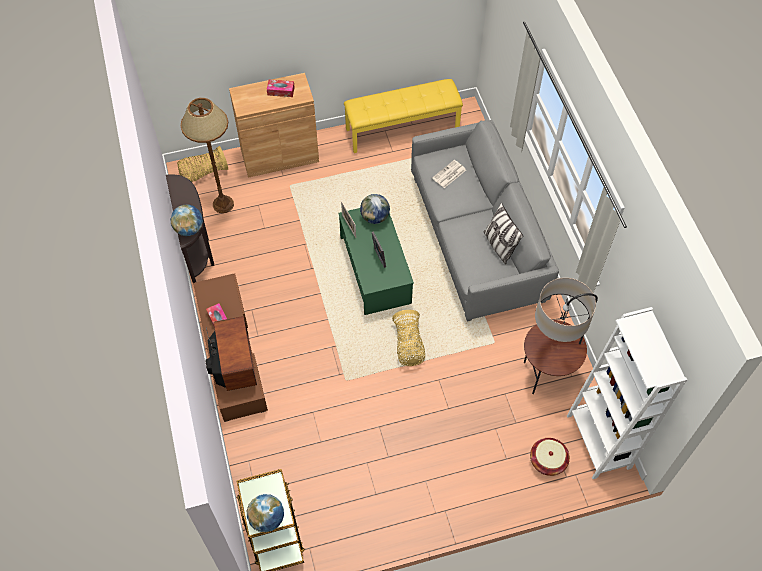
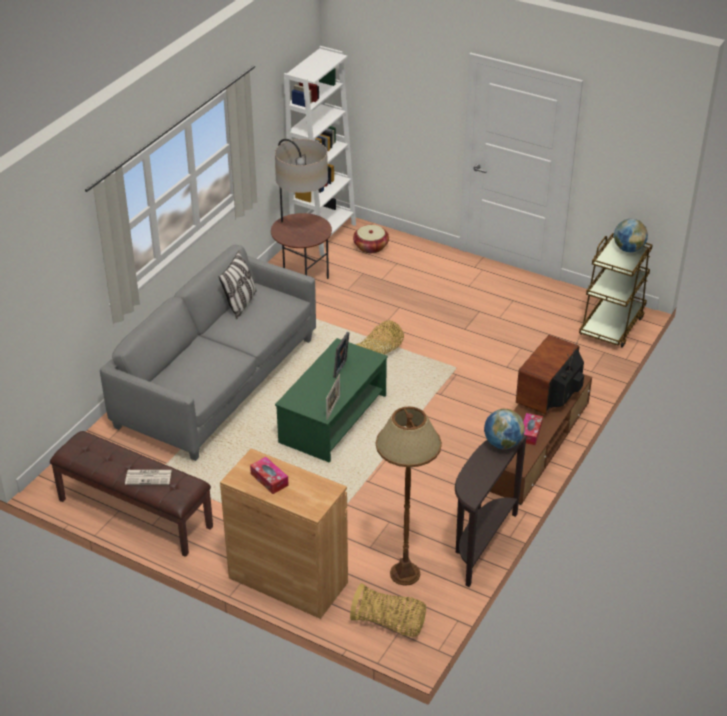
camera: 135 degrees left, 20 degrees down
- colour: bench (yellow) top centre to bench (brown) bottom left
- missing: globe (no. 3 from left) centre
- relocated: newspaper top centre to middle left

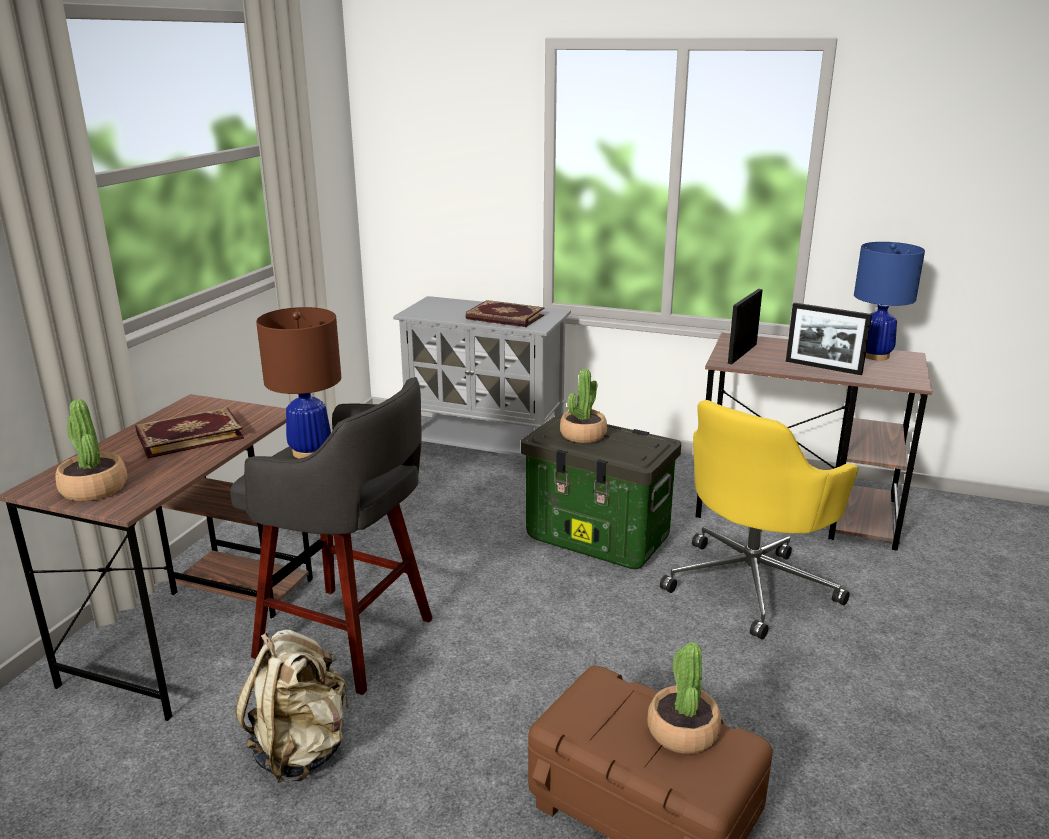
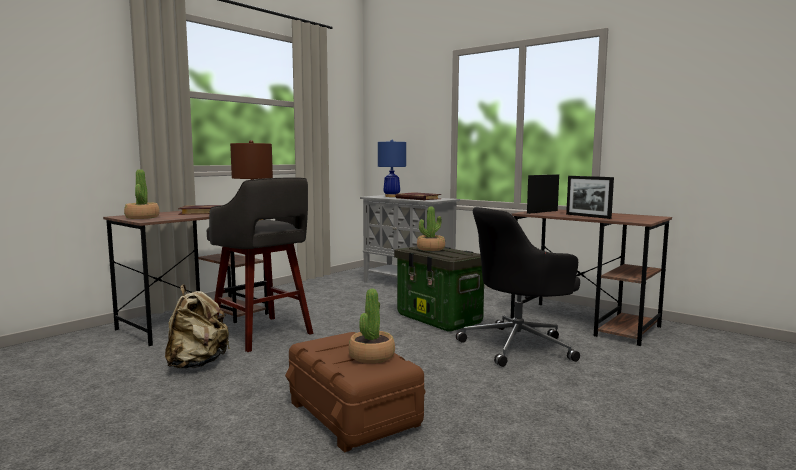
camera: 20 degrees right, 15 degrees down
- colour: office chair (yellow) middle right to office chair (black) centre
- relocated: table lamp (blue) middle right to centre

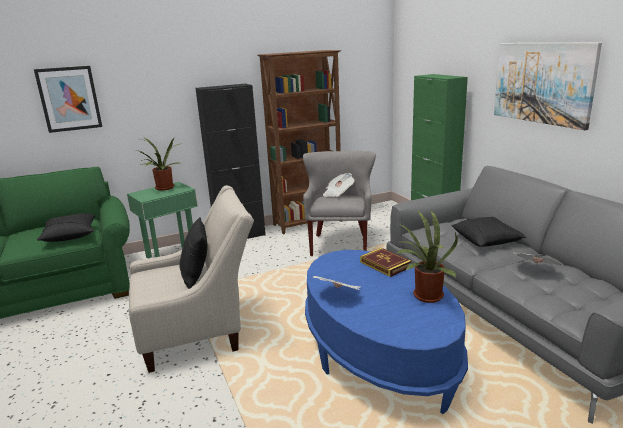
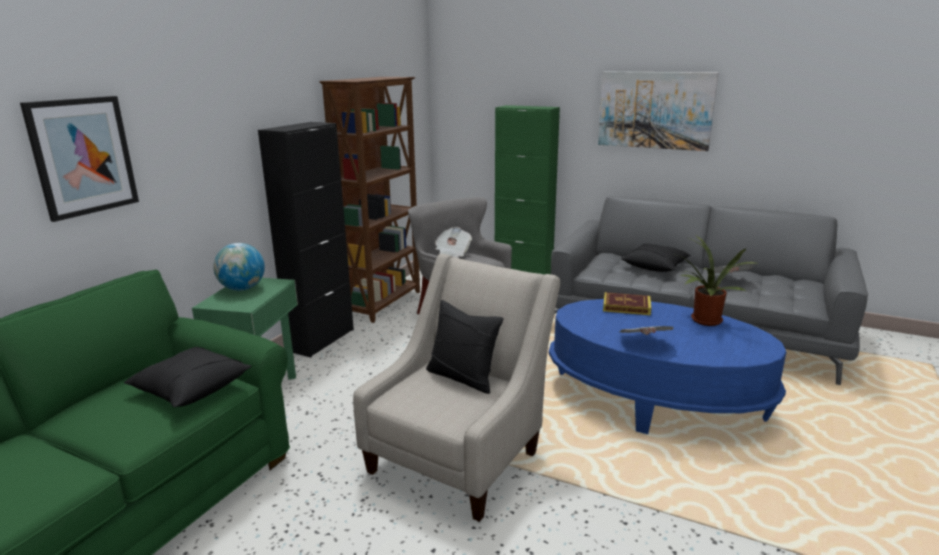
camera: 40 degrees left, 0 degrees up
- exchanged: potted plant (no. 1 from left) middle left to globe middle left

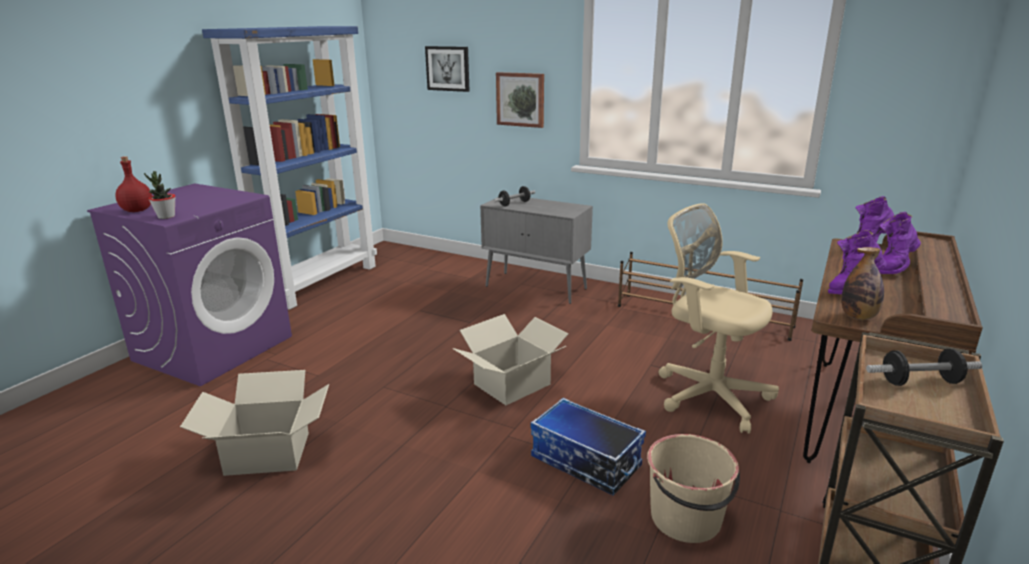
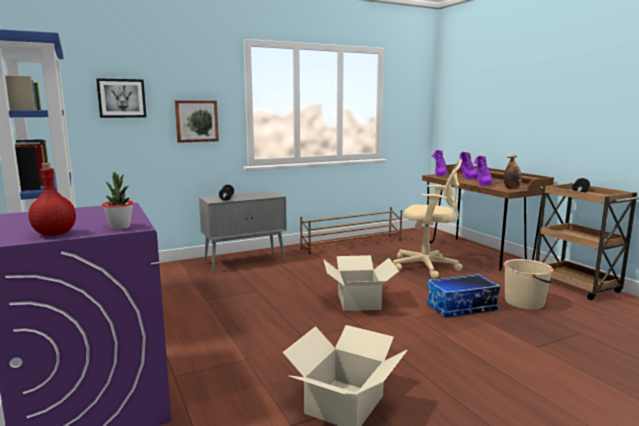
camera: 55 degrees left, 10 degrees down
- spun: office chair (beige) middle right = middle right 150 degrees counterclockwise

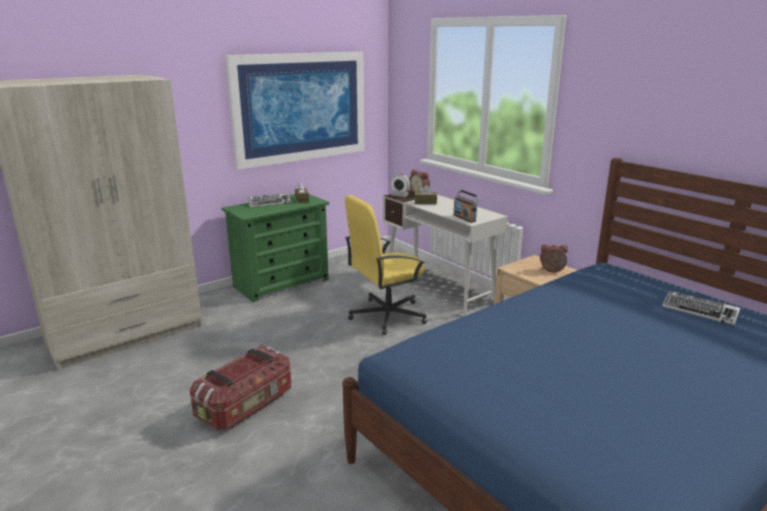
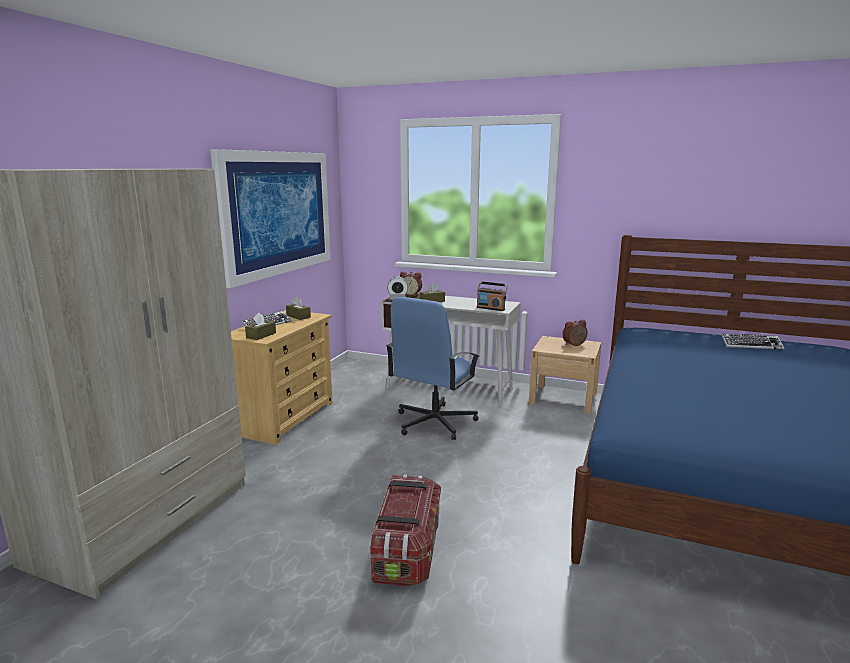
camera: 30 degrees left, 5 degrees down
- colour: dresser (green) centre to dresser (beige) middle left
- colour: office chair (yellow) centre to office chair (blue) centre
- appeared: tissue box (brown) (no. 1 from left) middle left

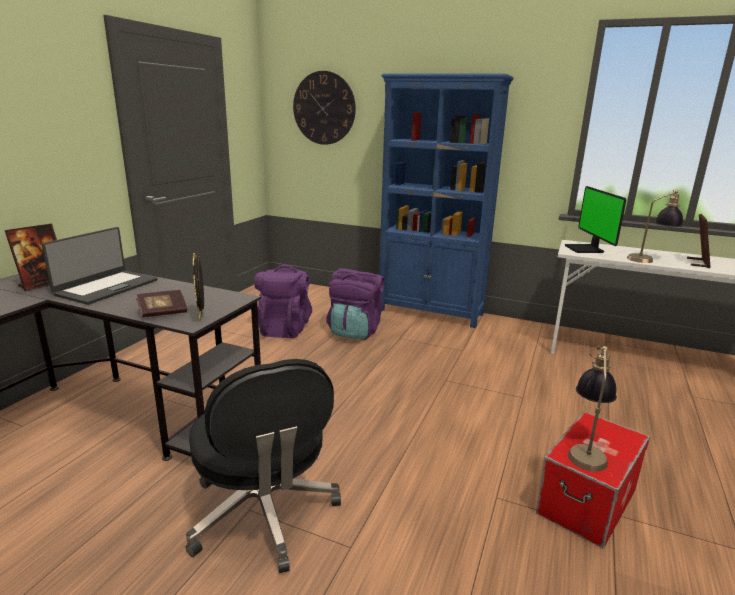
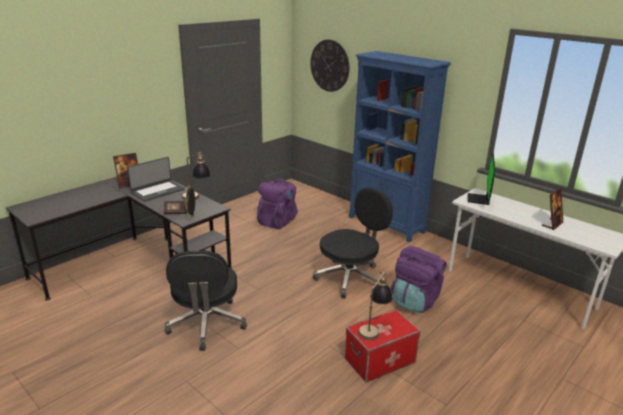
camera: 20 degrees right, 5 degrees up
- relocated: backpack (purple) (no. 2 from left) centre to bottom right
- relocated: table lamp (no. 2 from left in the first image) middle right to table lamp (no. 1 from left) middle left
- appeared: office chair (black) (no. 2 from left) centre

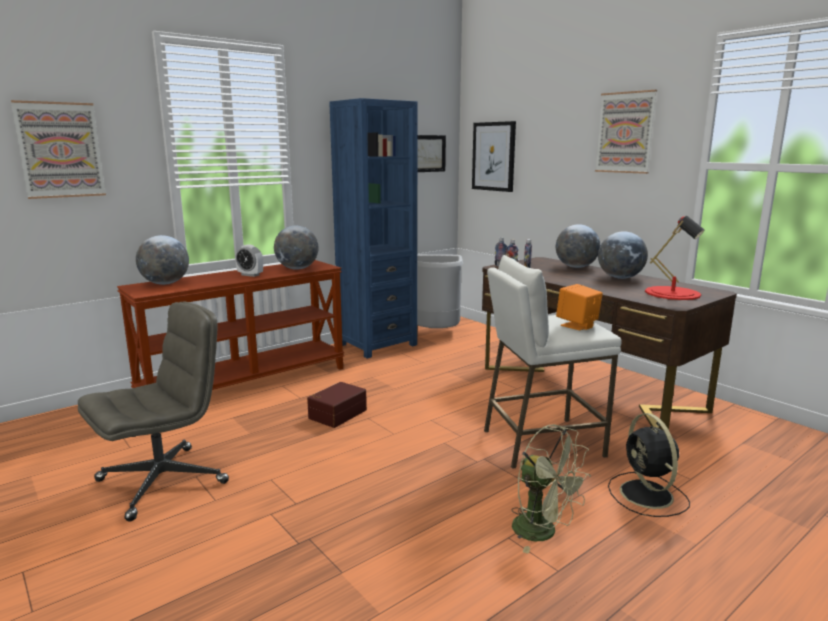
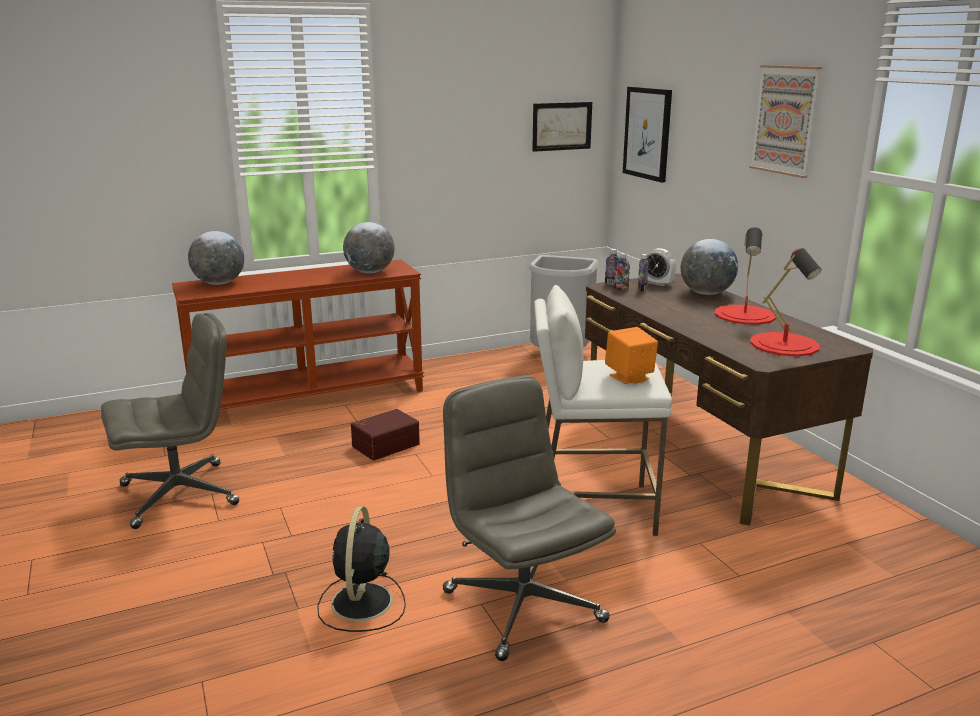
camera: 15 degrees right, 5 degrees up
- missing: picture (no. 1 from left) top left
- relocated: alarm clock middle left to middle right
- missing: bookcase (blue) centre
- exchanged: fan (green) bottom centre to office chair (grey) (no. 2 from left) bottom centre
- exchanged: globe (no. 4 from left) middle right to table lamp (red) (no. 1 from left) middle right
- relocated: fan (black) bottom right to bottom centre

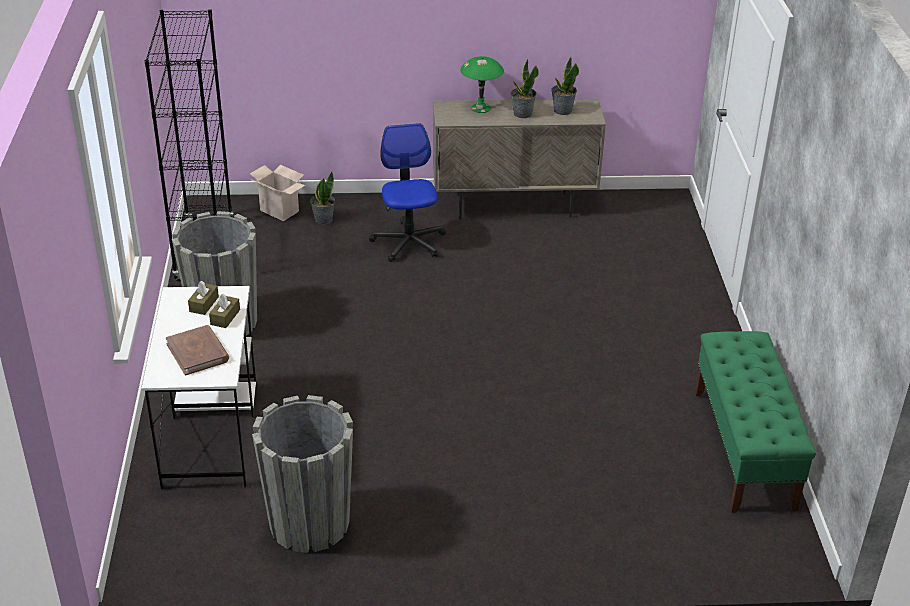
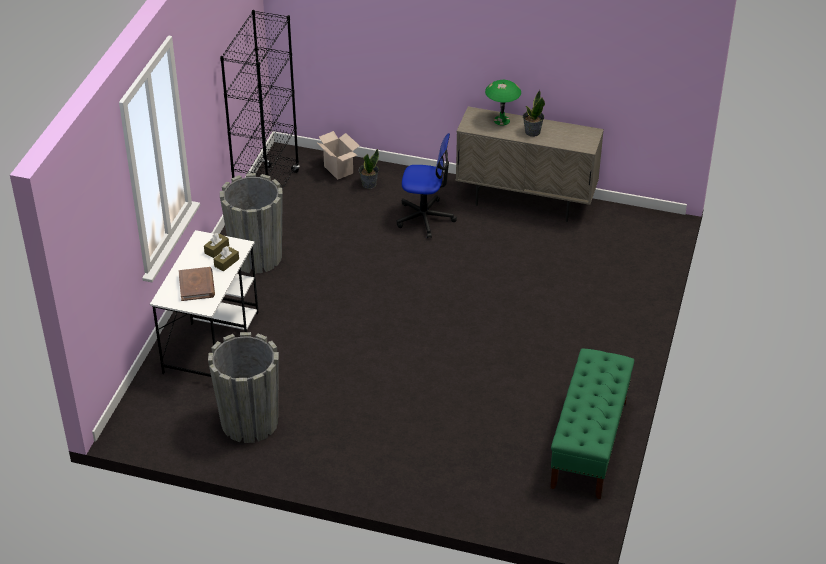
camera: 20 degrees right, 5 degrees up
- spun: office chair top centre = top centre 90 degrees clockwise
- missing: potted plant (no. 3 from left) top centre

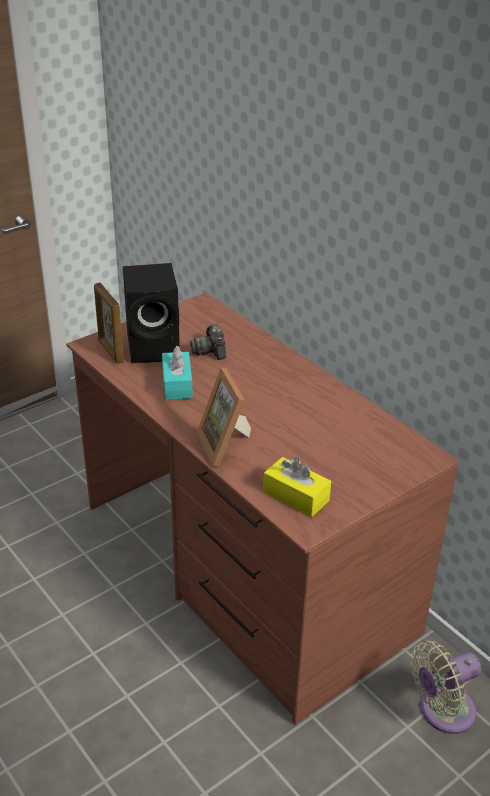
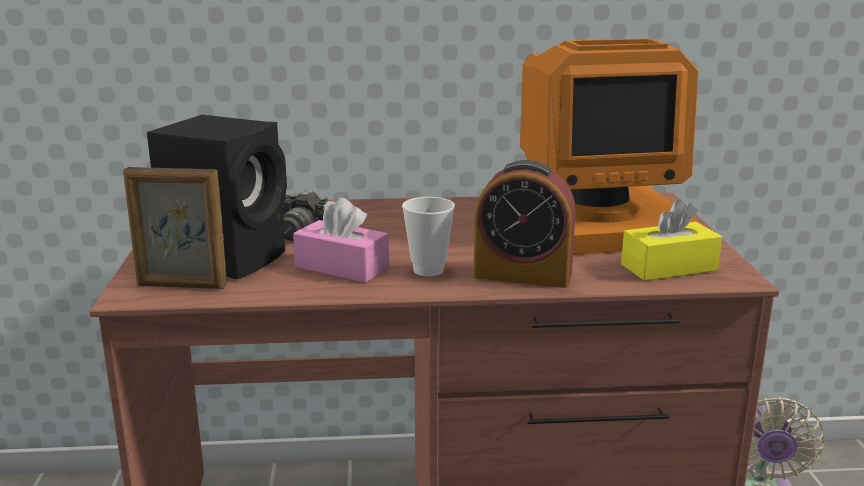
camera: 55 degrees left, 15 degrees down
- colour: tissue box (turquoise) centre to tissue box (pink) centre
- exchanged: picture frame (no. 2 from left) centre to alarm clock centre
- appeared: cup centre
- appeared: monitor top right

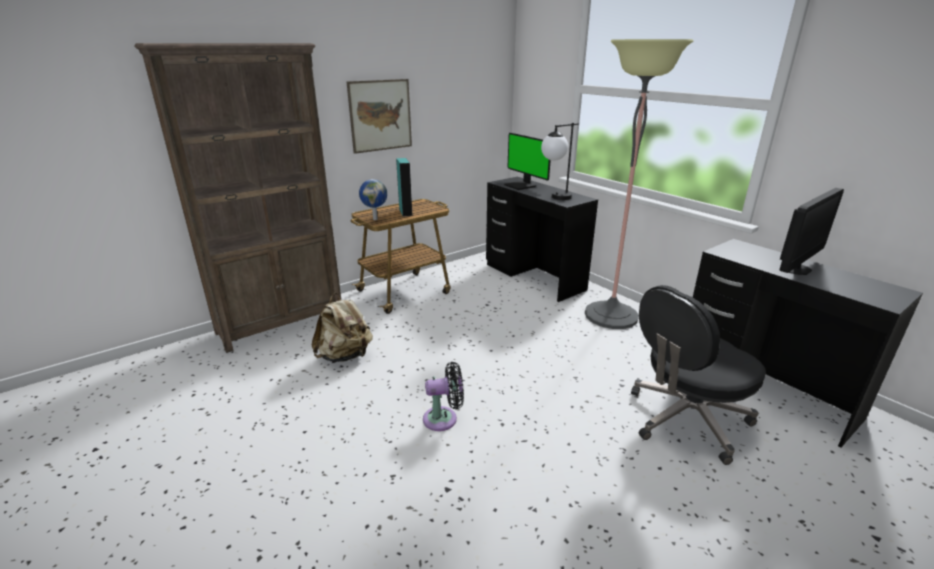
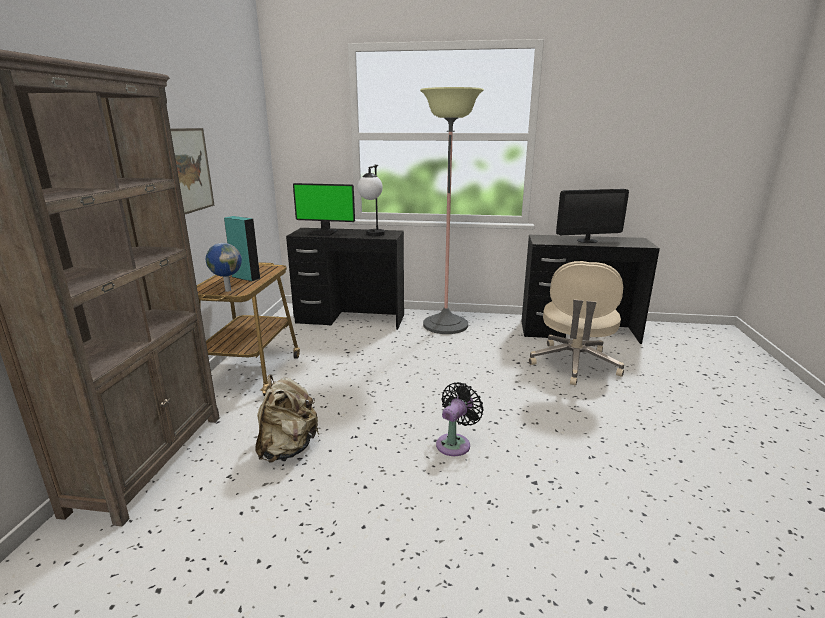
camera: 45 degrees left, 5 degrees down
- colour: office chair (black) middle right to office chair (beige) middle right
- spun: monitor (no. 2 from left) middle right = middle right 75 degrees clockwise

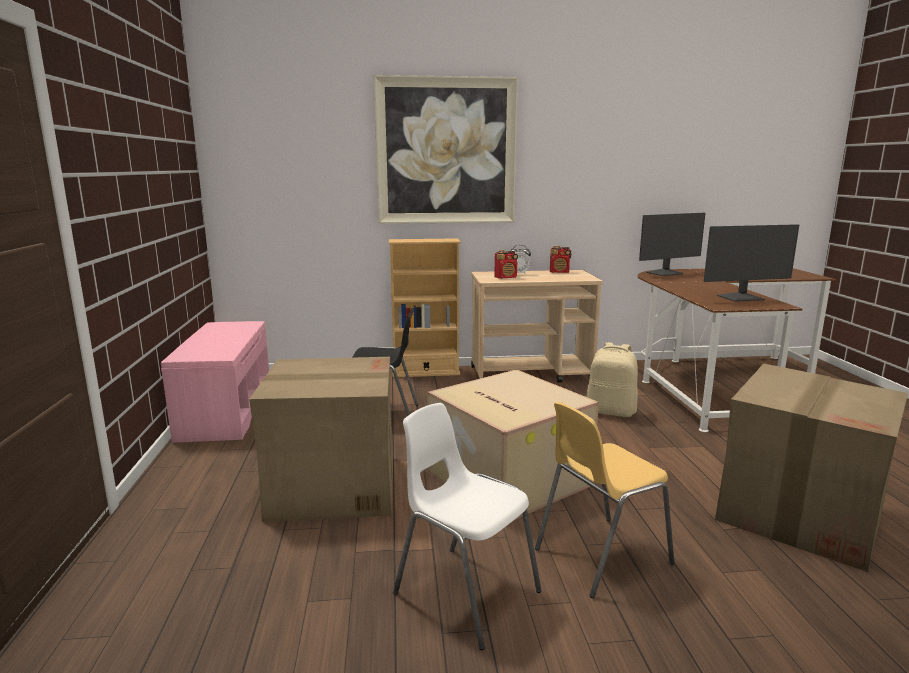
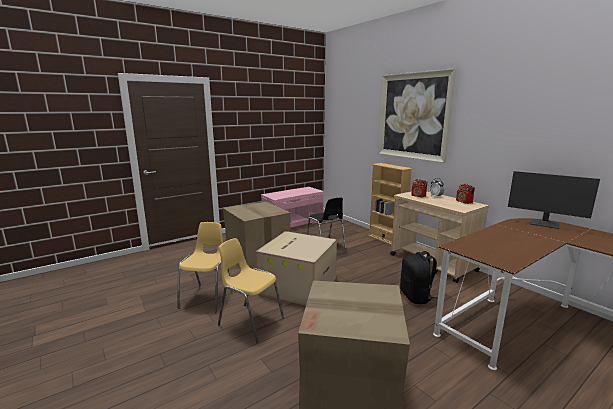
camera: 60 degrees right, 0 degrees up
- colour: chair (white) bottom centre to chair (yellow) (no. 1 from left) middle left
- colour: backpack (beige) middle right to backpack (black) bottom right
- missing: monitor (no. 2 from left) middle right

